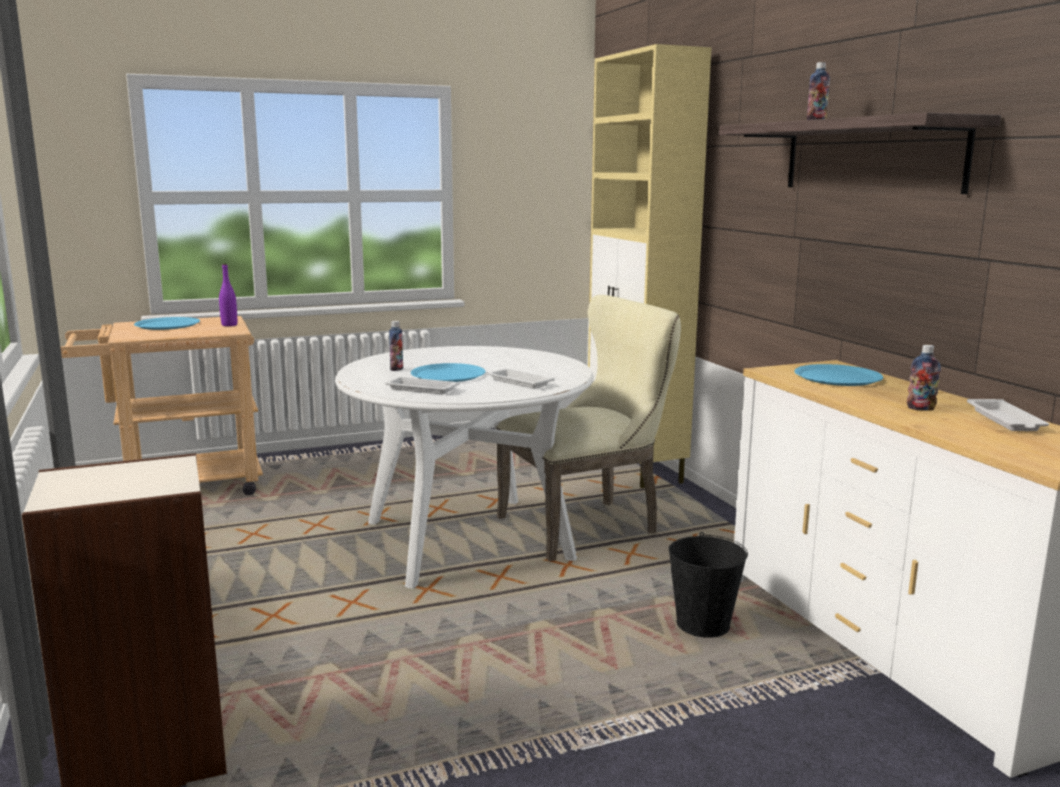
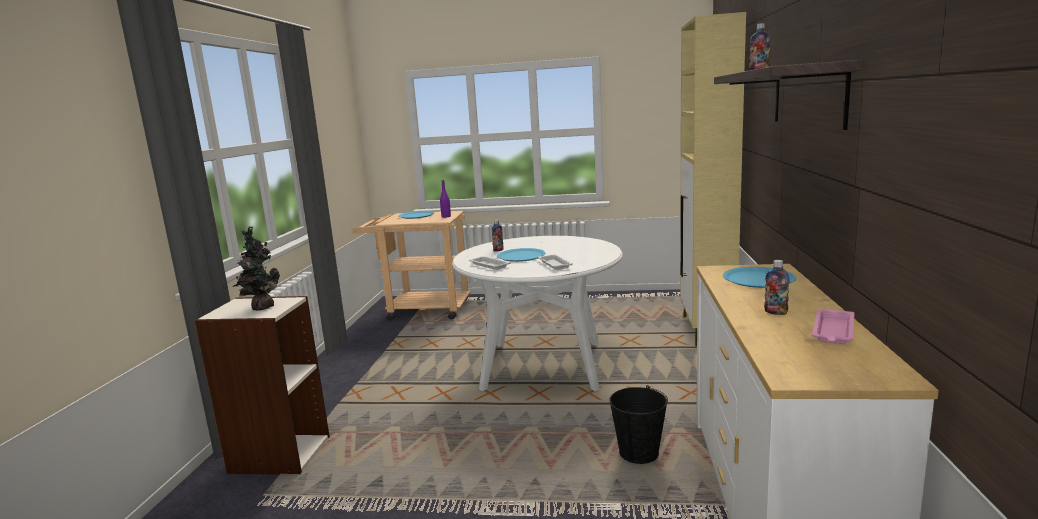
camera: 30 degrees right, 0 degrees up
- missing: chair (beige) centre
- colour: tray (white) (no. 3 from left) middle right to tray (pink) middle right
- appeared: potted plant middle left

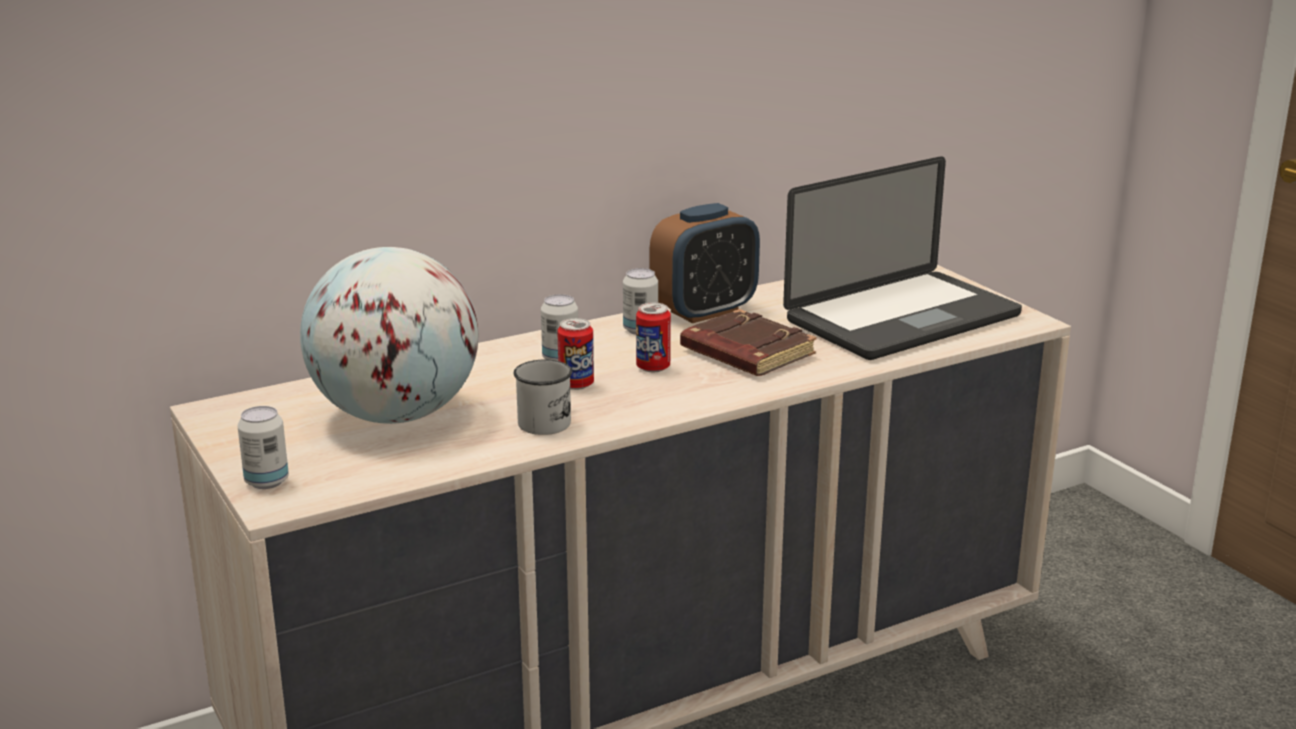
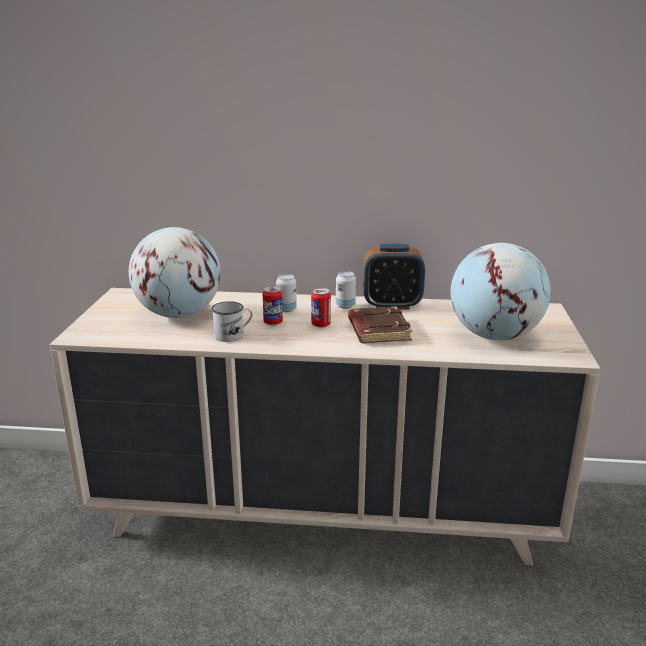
camera: 35 degrees right, 0 degrees up
- missing: can (no. 1 from left) middle left
- exchanged: laptop middle right to globe (no. 2 from left) middle right

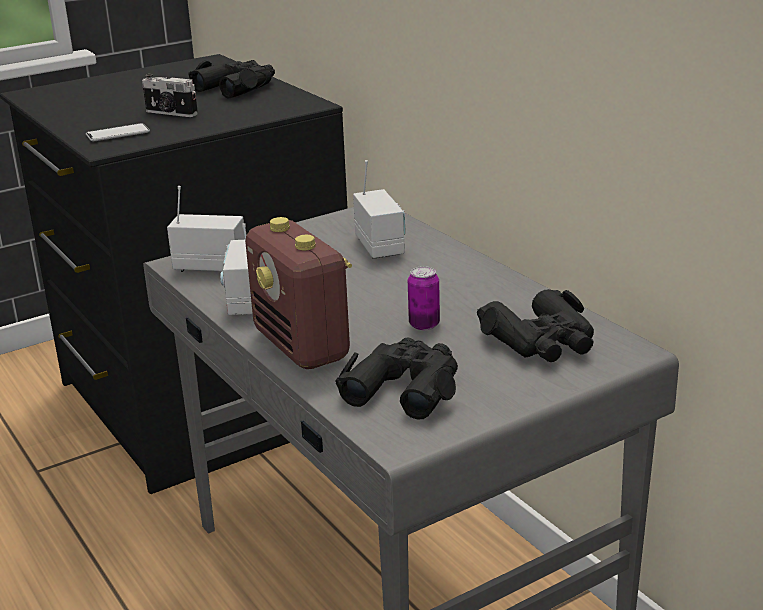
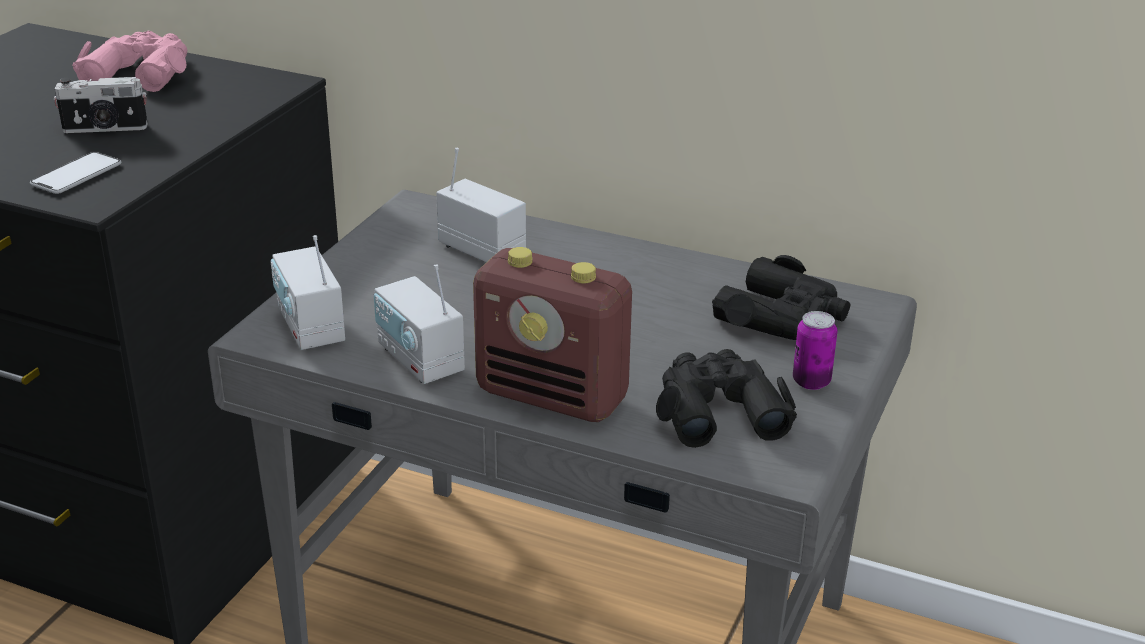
camera: 35 degrees left, 5 degrees up
- spun: radio (no. 1 from left) middle left = middle left 90 degrees counterclockwise
- colour: binoculars (black) (no. 1 from left) top left to binoculars (pink) top left
- relocated: can centre to middle right

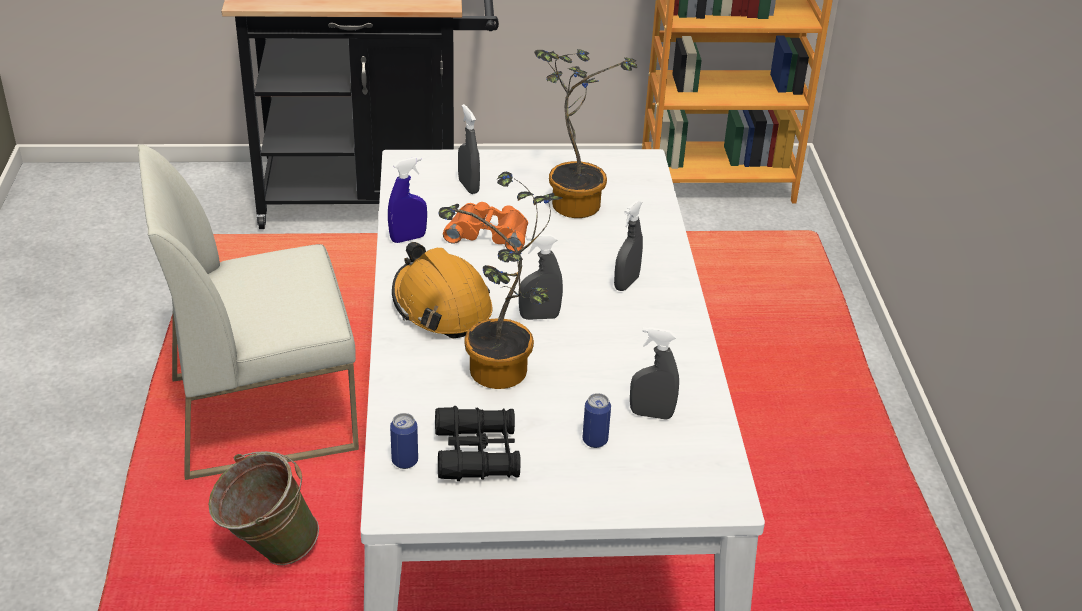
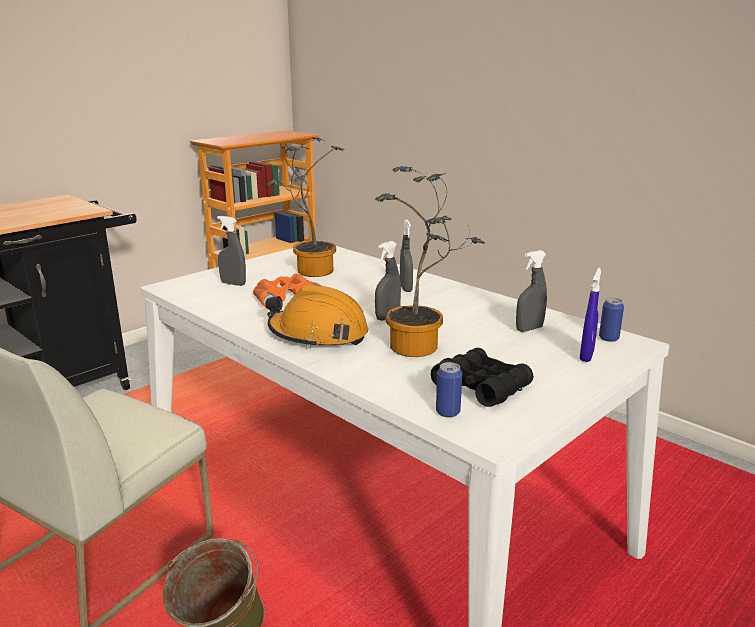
camera: 40 degrees left, 15 degrees down
- relocated: spray bottle (blue) top centre to middle right
- relocated: can (no. 2 from left) bottom centre to middle right

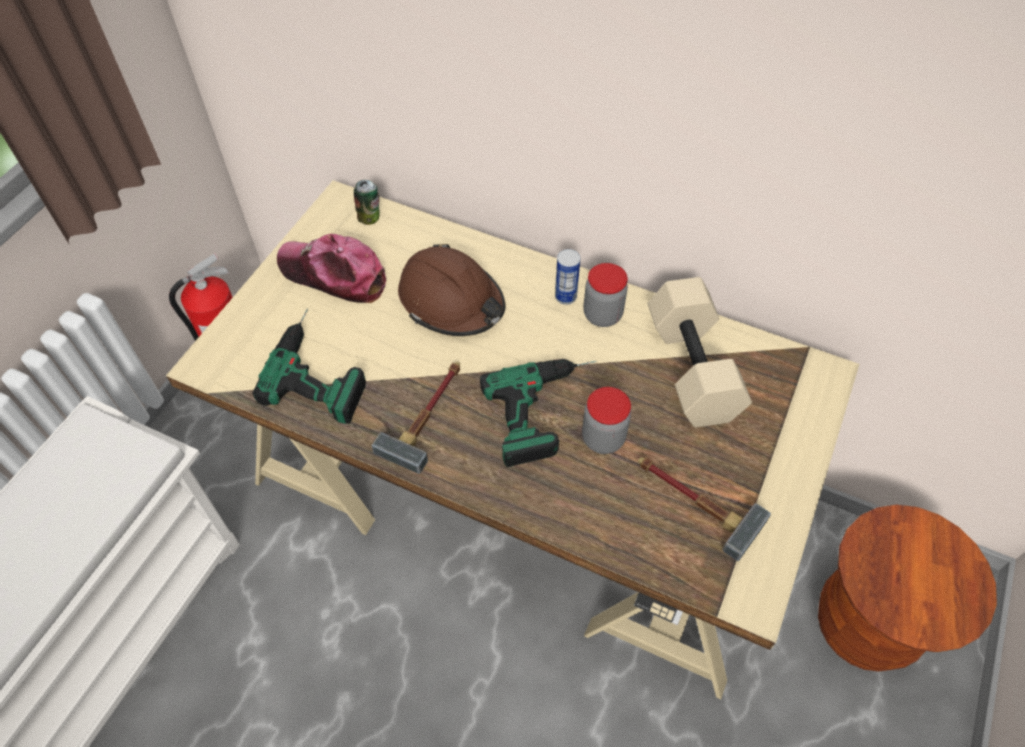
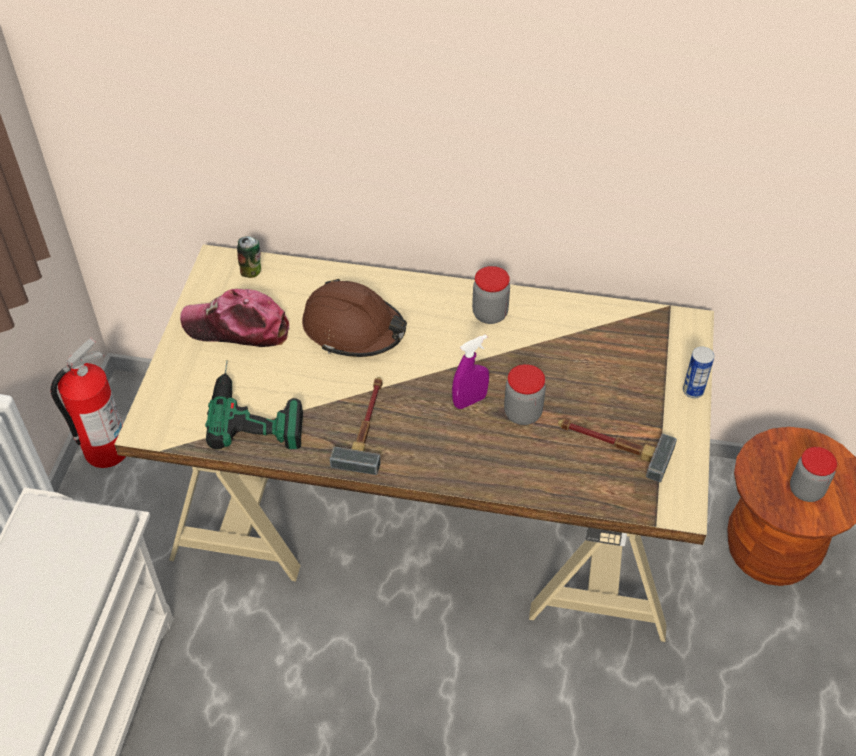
camera: 15 degrees left, 5 degrees down
- exchanged: power drill (no. 2 from left) centre to spray bottle (purple) centre
- relocated: can (no. 2 from left) centre to middle right
- missing: dumbbell (beige) middle right
- appeared: jar (no. 3 from left) middle right

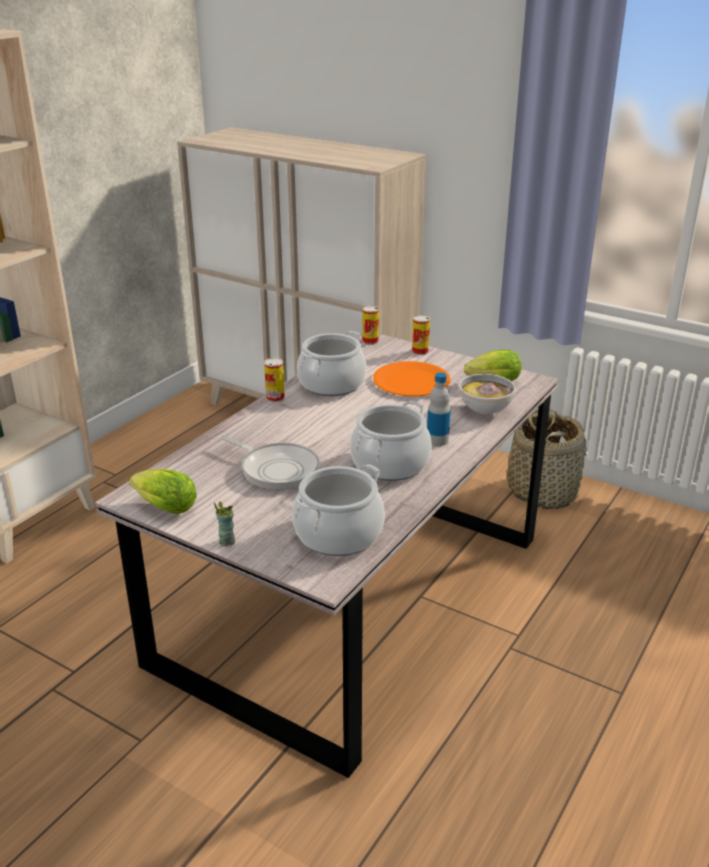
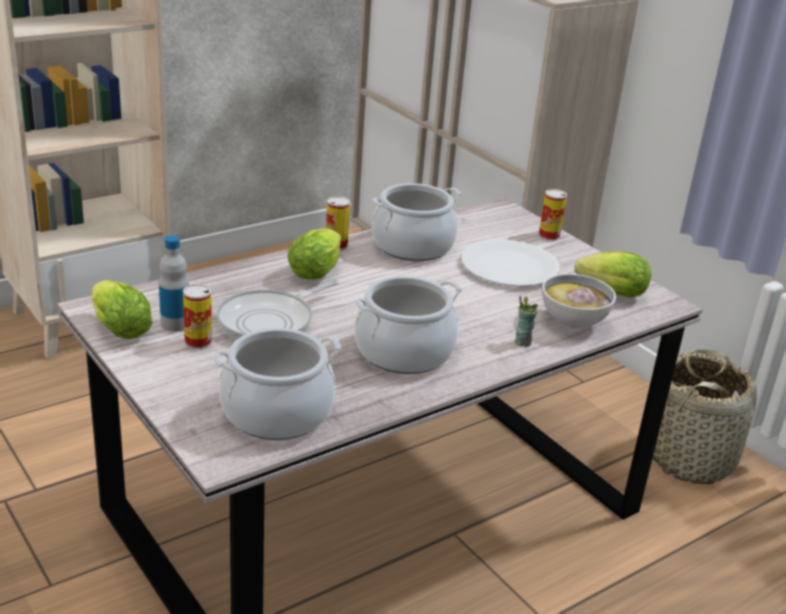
camera: 20 degrees right, 0 degrees up
- relocated: cup middle left to middle right
- spun: frying pan centre = centre 75 degrees clockwise
- relocated: can (no. 2 from left in the first image) centre to can (no. 1 from left) middle left
- colour: plate (orange) centre to plate (white) centre
- relocated: bottle centre to middle left
- appeared: lettuce (no. 2 from left) centre

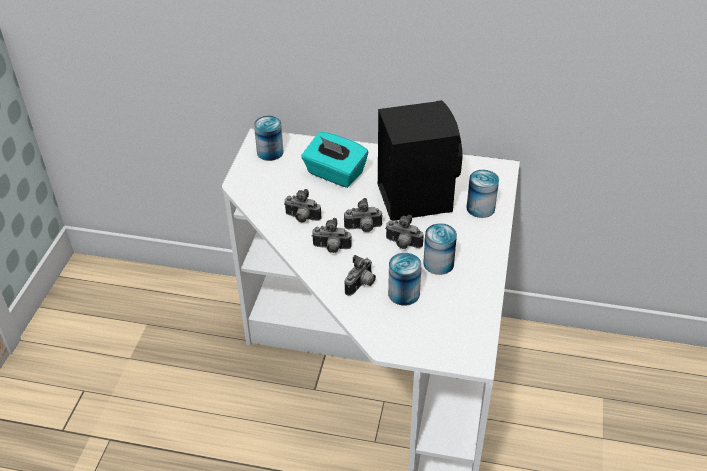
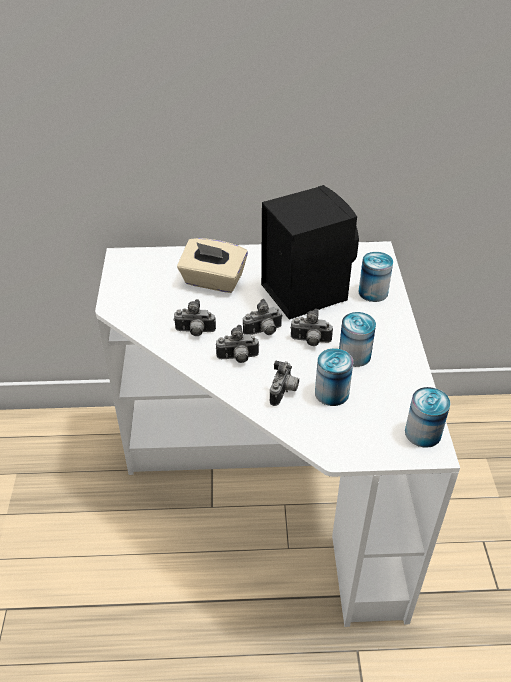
camera: 15 degrees left, 0 degrees up
- relocated: can (no. 1 from left in the first image) top centre to can (no. 4 from left) middle right
- colour: tissue box (turquoise) centre to tissue box (beige) centre

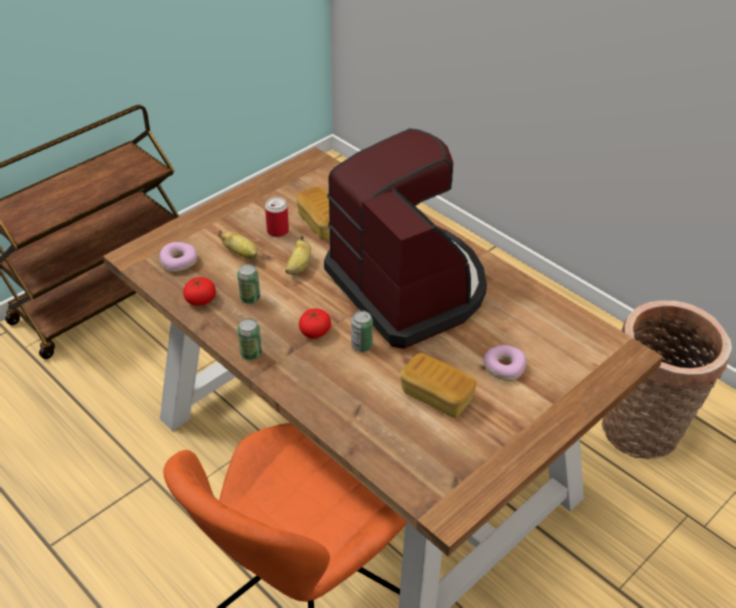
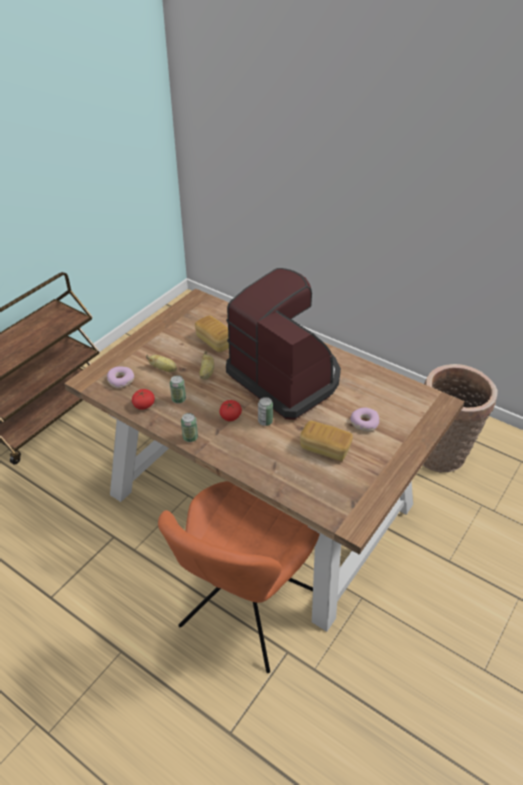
camera: 10 degrees left, 0 degrees up
- missing: can (no. 3 from left) centre

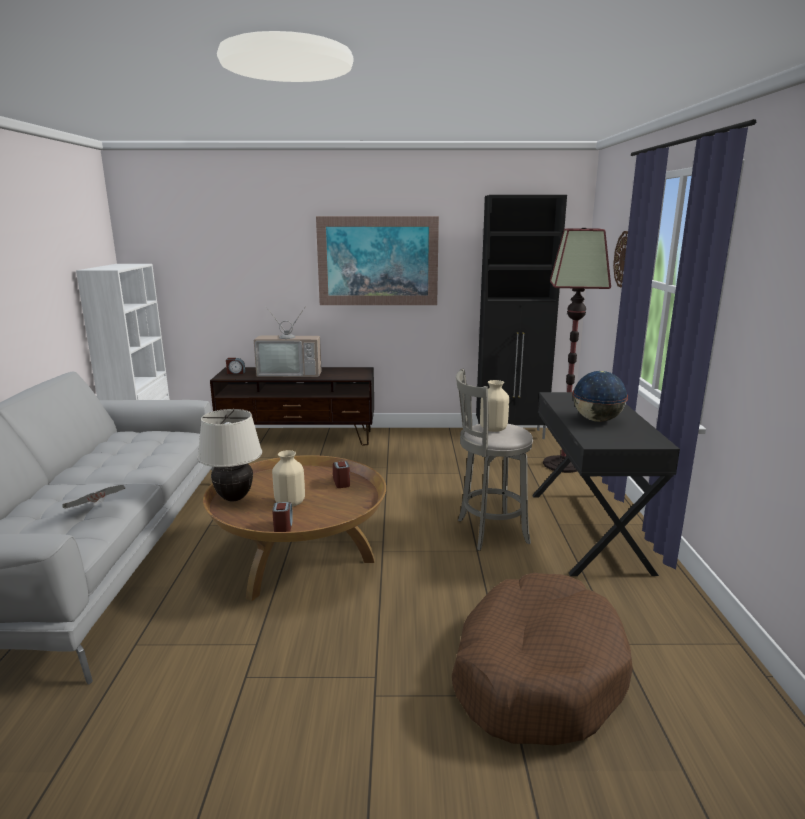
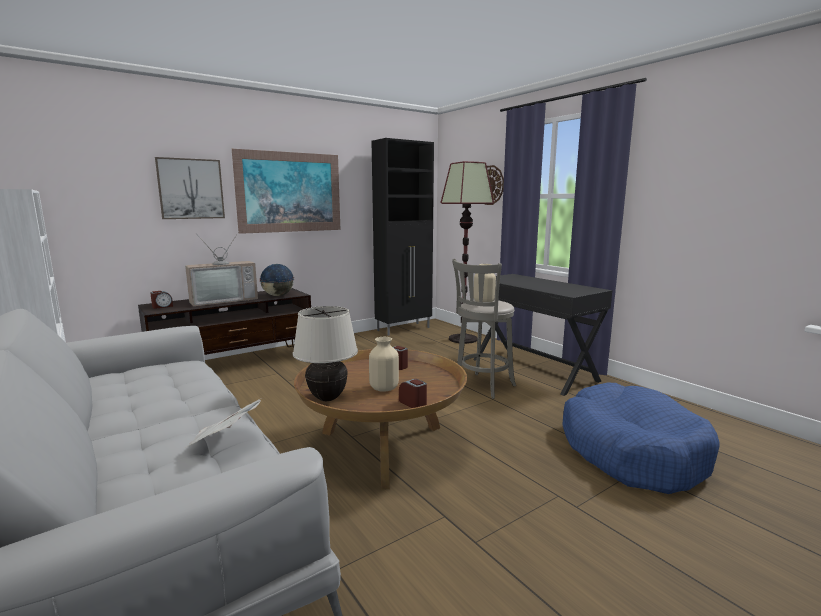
camera: 35 degrees left, 5 degrees down
- colour: dog bed (brown) bottom right to dog bed (blue) bottom right
- relocated: globe middle right to centre
- appeared: picture (no. 1 from left) top left

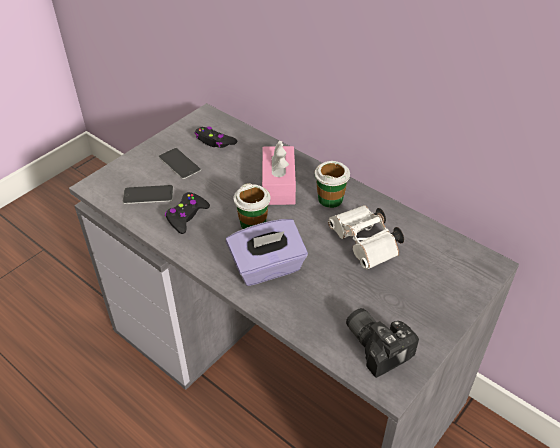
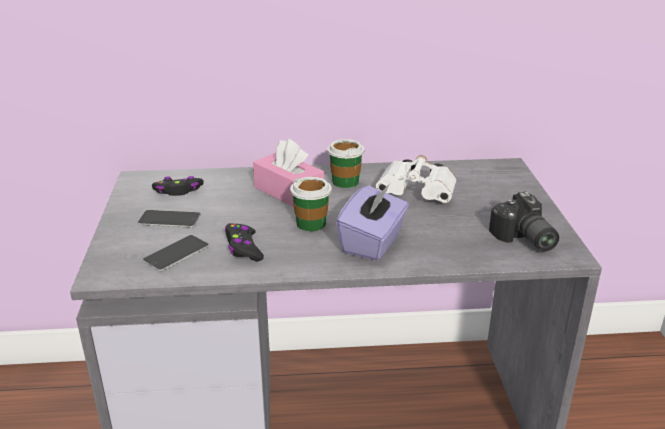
camera: 45 degrees left, 15 degrees down
- spun: photo camera bottom right = middle right 120 degrees counterclockwise

